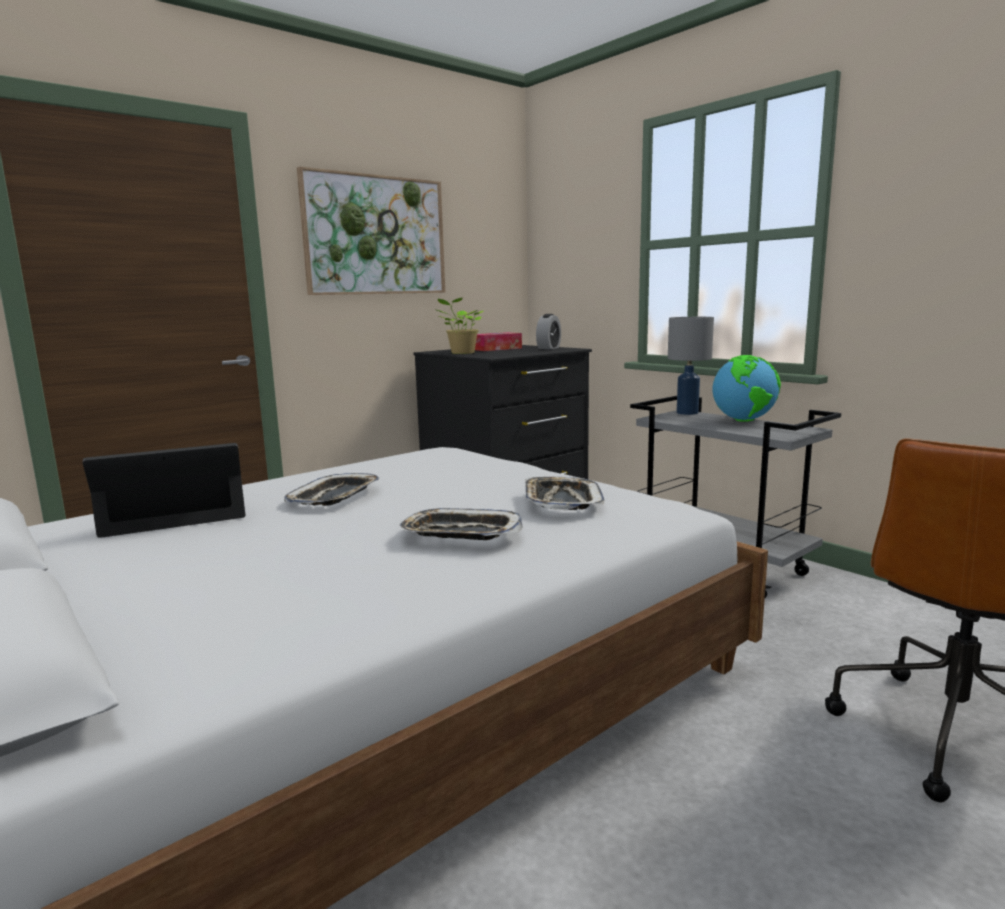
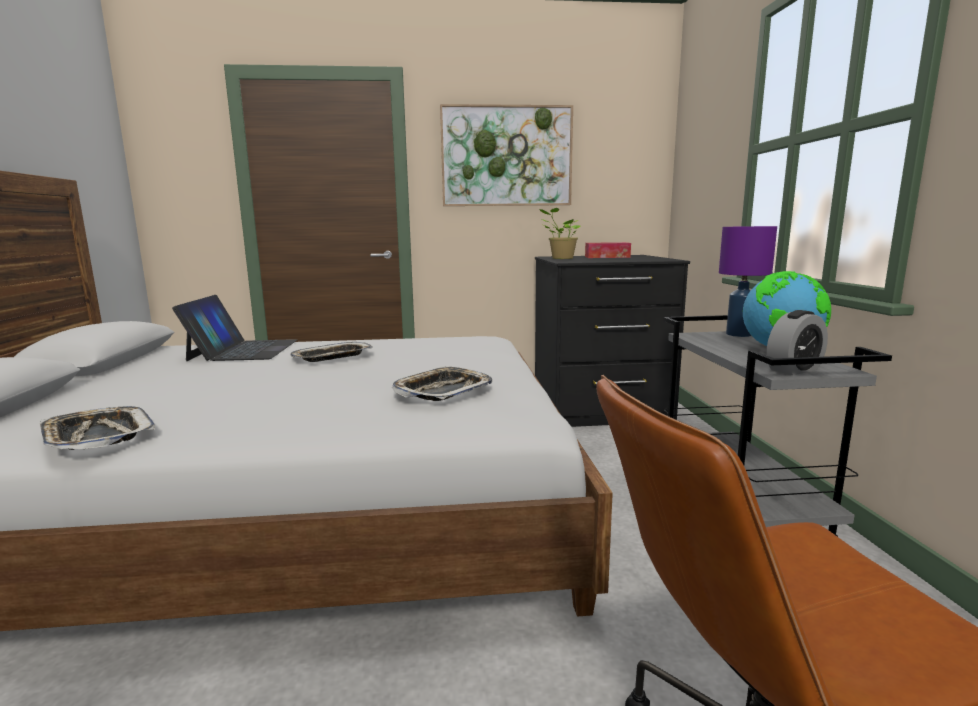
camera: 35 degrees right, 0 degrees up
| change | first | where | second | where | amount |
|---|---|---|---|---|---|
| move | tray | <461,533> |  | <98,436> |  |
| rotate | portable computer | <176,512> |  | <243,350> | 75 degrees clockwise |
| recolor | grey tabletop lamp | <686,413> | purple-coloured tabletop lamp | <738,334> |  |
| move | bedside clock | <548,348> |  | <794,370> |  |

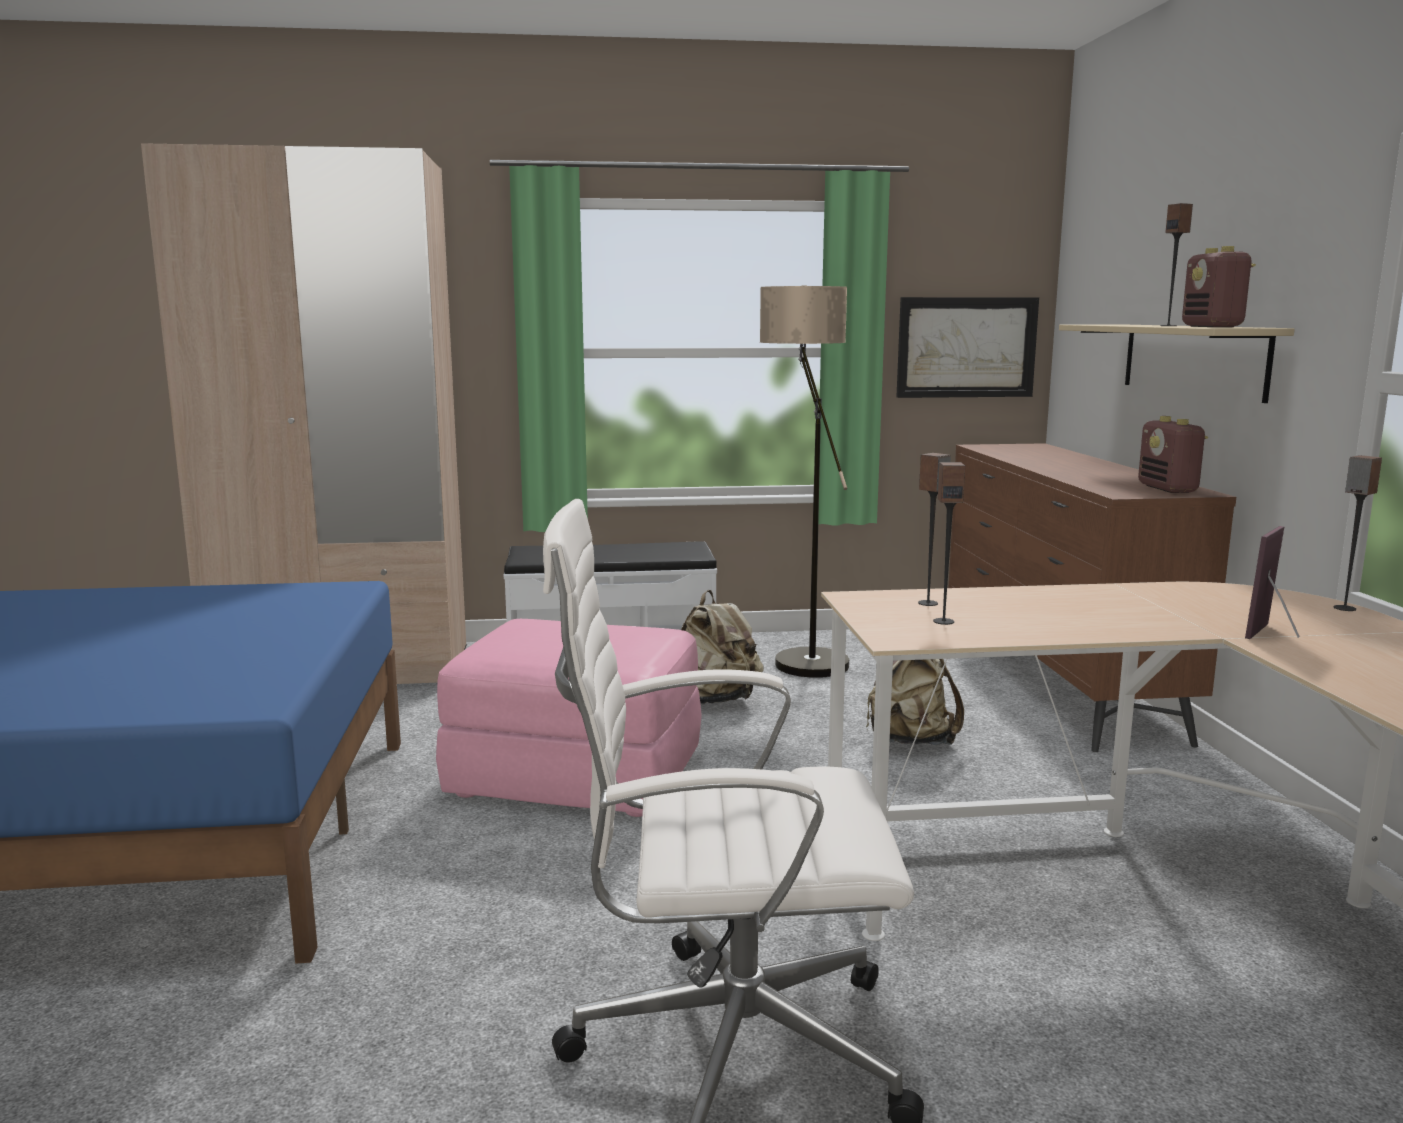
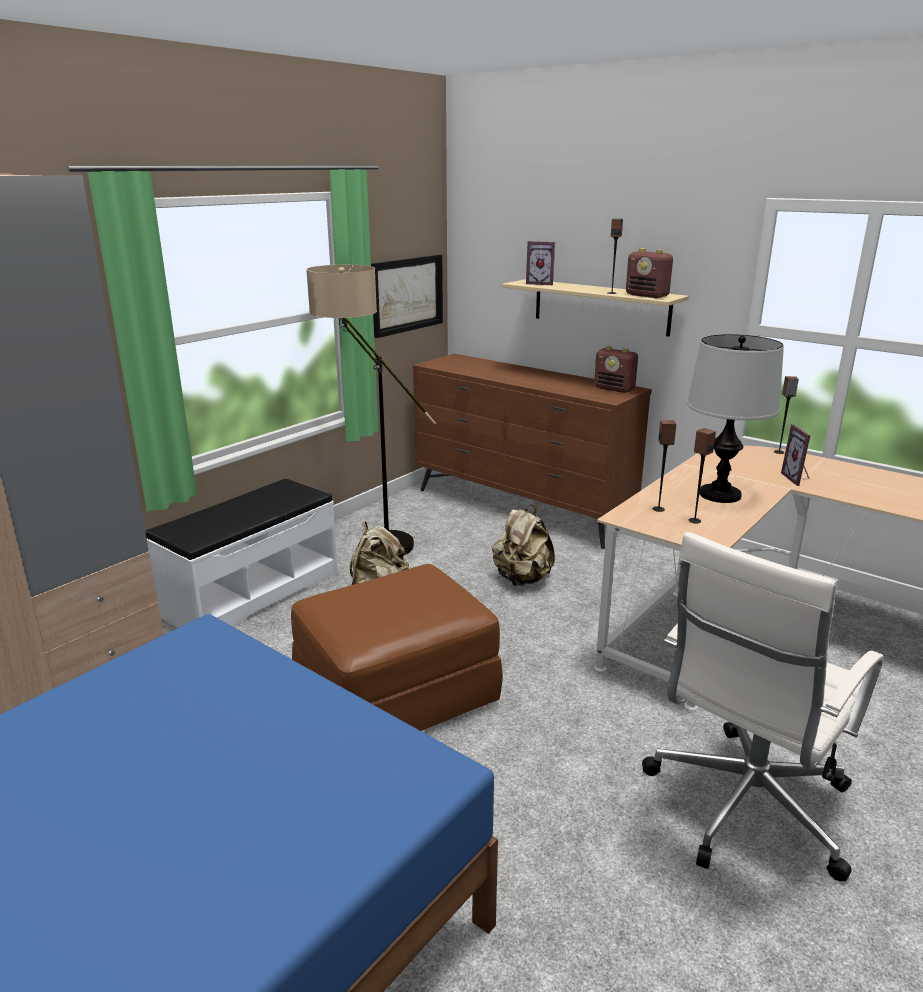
camera: 45 degrees left, 10 degrees up
| change | first | where | second | where | amount |
|---|---|---|---|---|---|
| recolor | pink pouffe | <578,774> | brownish pouffe | <397,695> |  |
| insert |  |  | standing frame | <540,283> |  |
| insert |  |  | tabletop lamp | <720,495> |  |

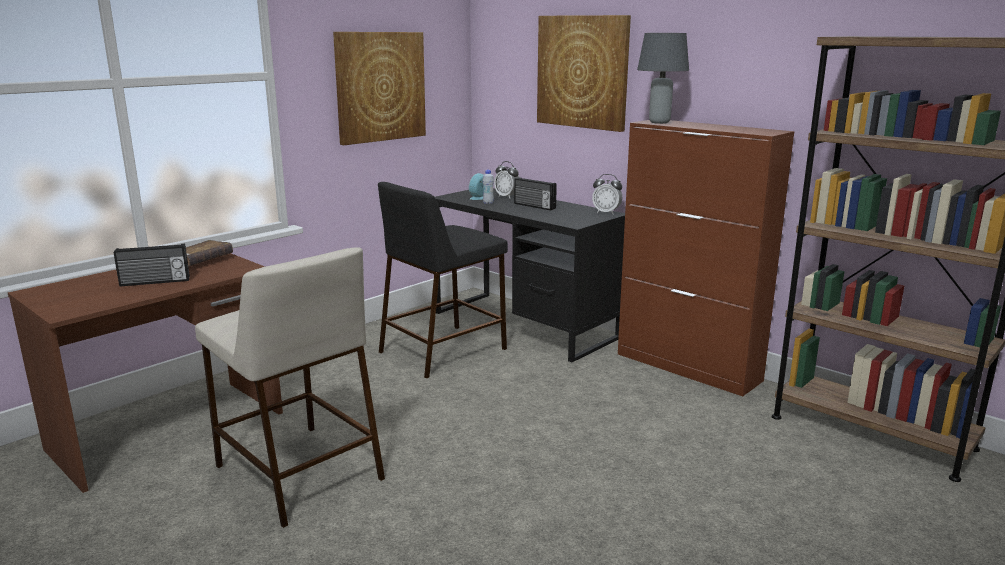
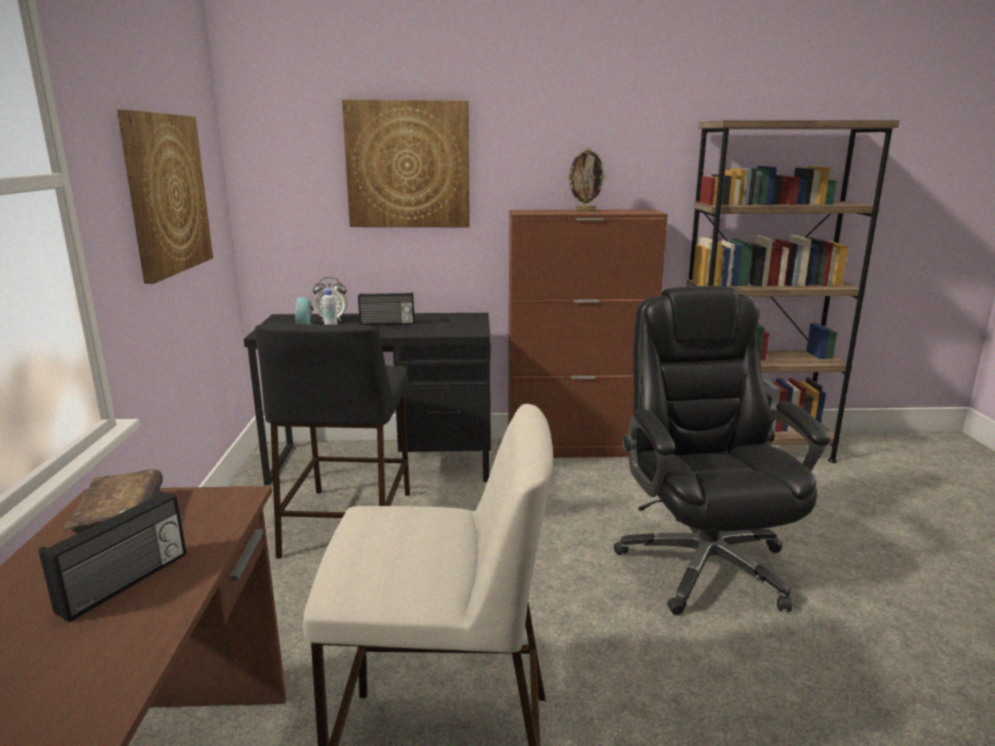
camera: 45 degrees left, 0 degrees up
| change | first | where | second | where | amount |
|---|---|---|---|---|---|
| insert |  |  | standing frame | <585,210> |  |
| insert |  |  | blackish office chair | <703,563> |  |
| delete | bedside clock | <606,212> |  |  |  |
| delete | grey tabletop lamp | <660,122> |  |  |  |

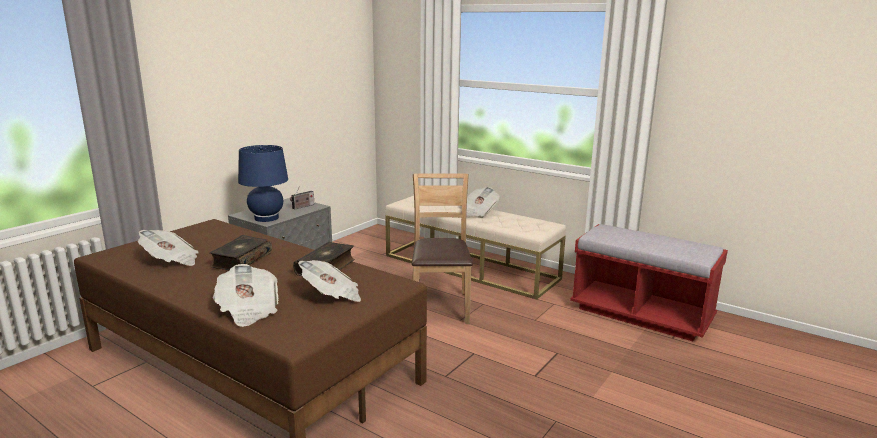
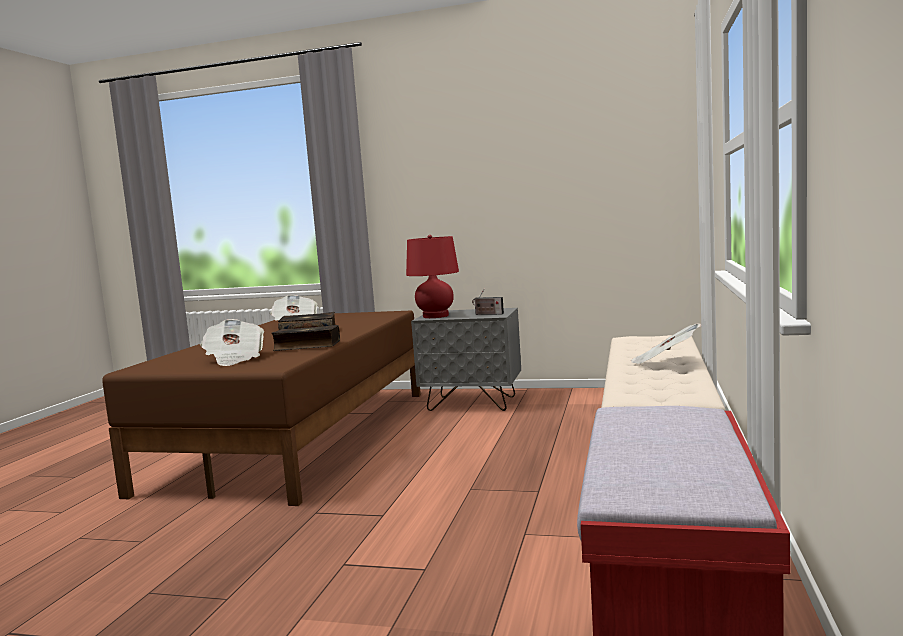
camera: 70 degrees right, 10 degrees down
| change | first | where | second | where | amount |
|---|---|---|---|---|---|
| recolor | bluish tabletop lamp | <266,218> | red tabletop lamp | <435,316> |  |
| delete | daily paper | <248,310> |  |  |  |
| delete | brownish upright chair | <440,307> |  |  |  |

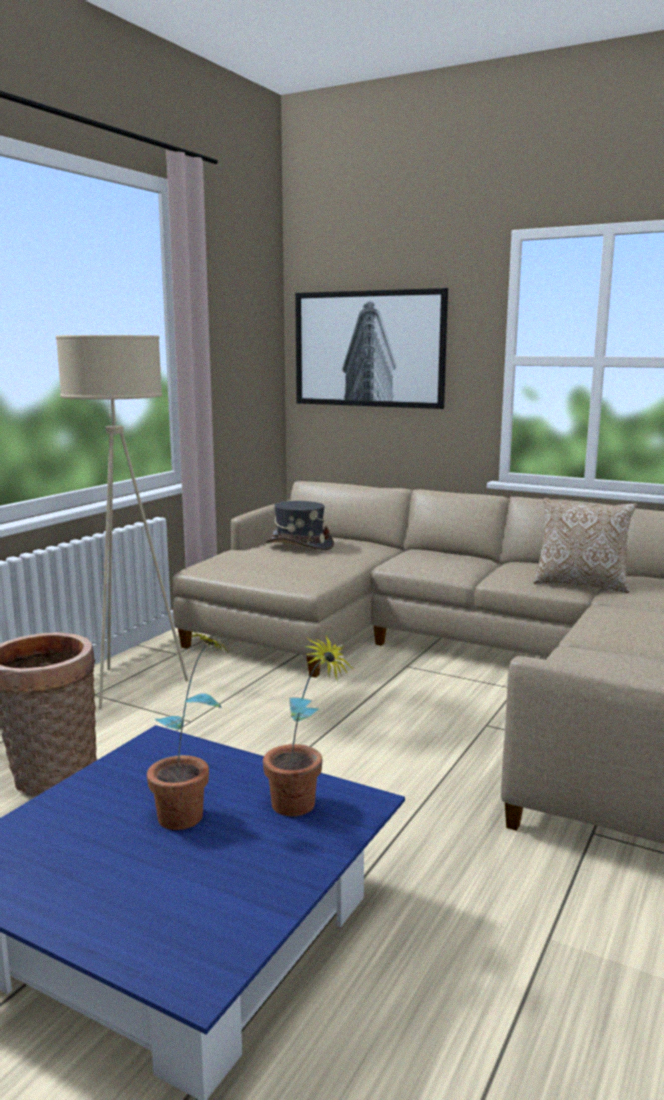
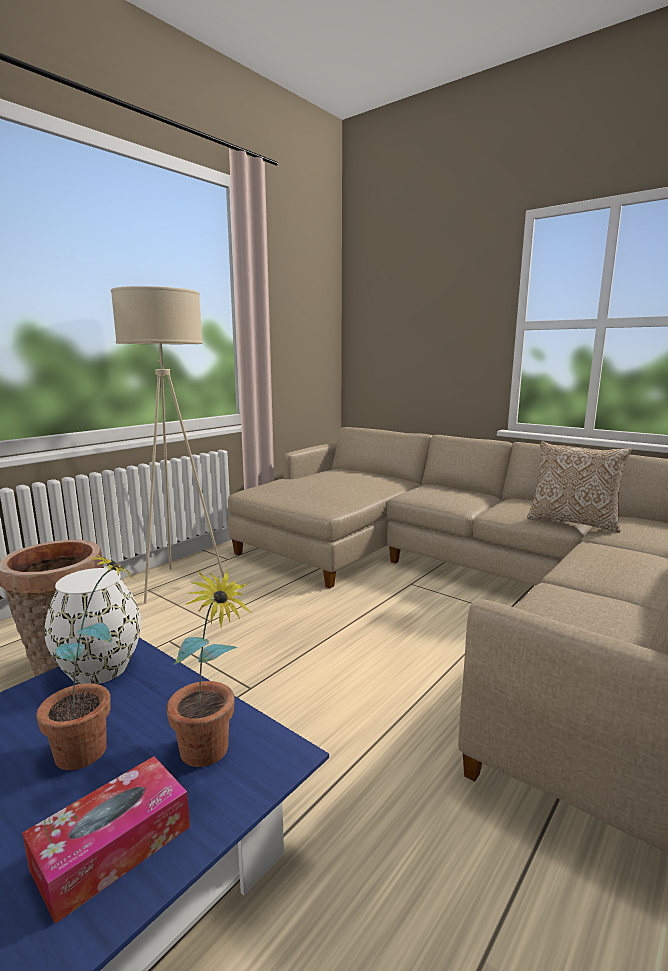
camera: 10 degrees right, 0 degrees up
| change | first | where | second | where | amount |
|---|---|---|---|---|---|
| insert |  |  | tissue holder | <113,847> |  |
| insert |  |  | whitish flower vase | <100,668> |  |
| delete | grey hat | <299,545> |  |  |  |
| delete | wall art | <369,349> |  |  |  |

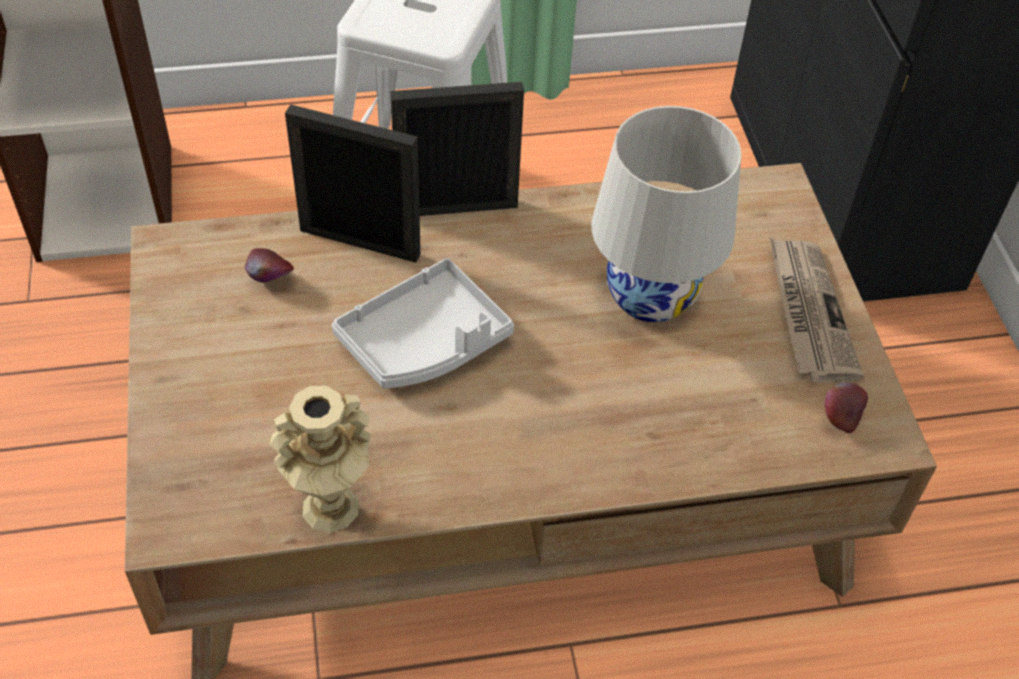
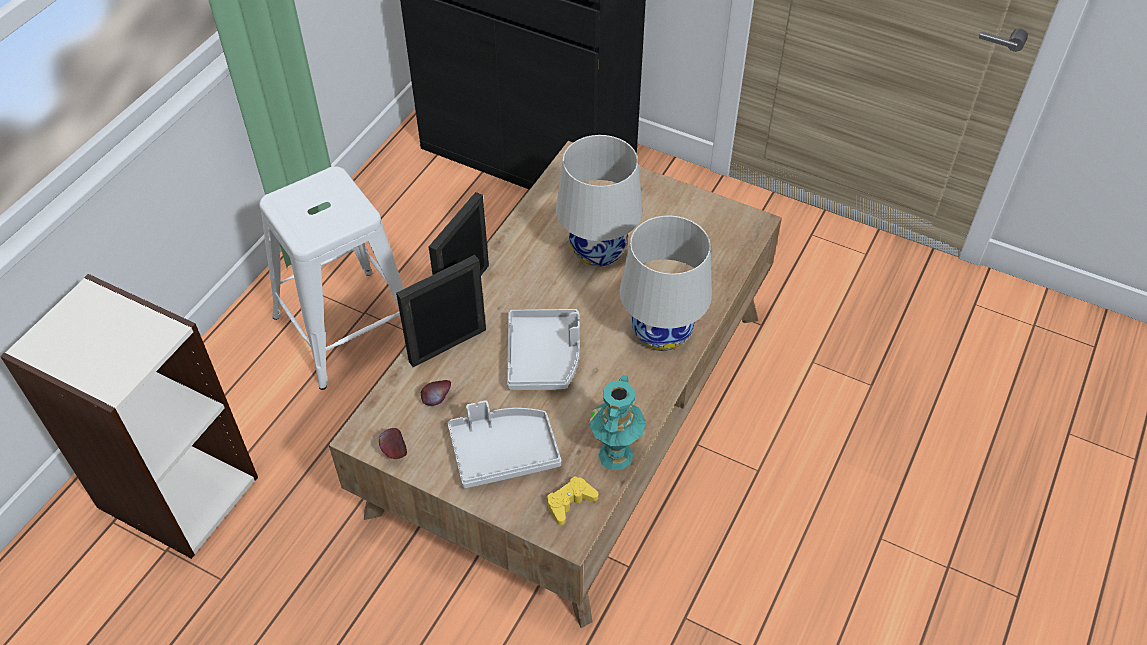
camera: 50 degrees left, 0 degrees up
| change | first | where | second | where | amount |
|---|---|---|---|---|---|
| move | apple fruit | <839,418> |  | <394,452> |  |
| insert |  |  | grey tray | <503,452> |  |
| insert |  |  | yellow game controller | <570,503> |  |
| recolor | beige-coloured flower vase | <330,509> | blue-green flower vase | <616,455> |  |
| insert |  |  | whitish tabletop lamp | <661,332> |  |
| delete | daily paper | <808,312> |  |  |  |

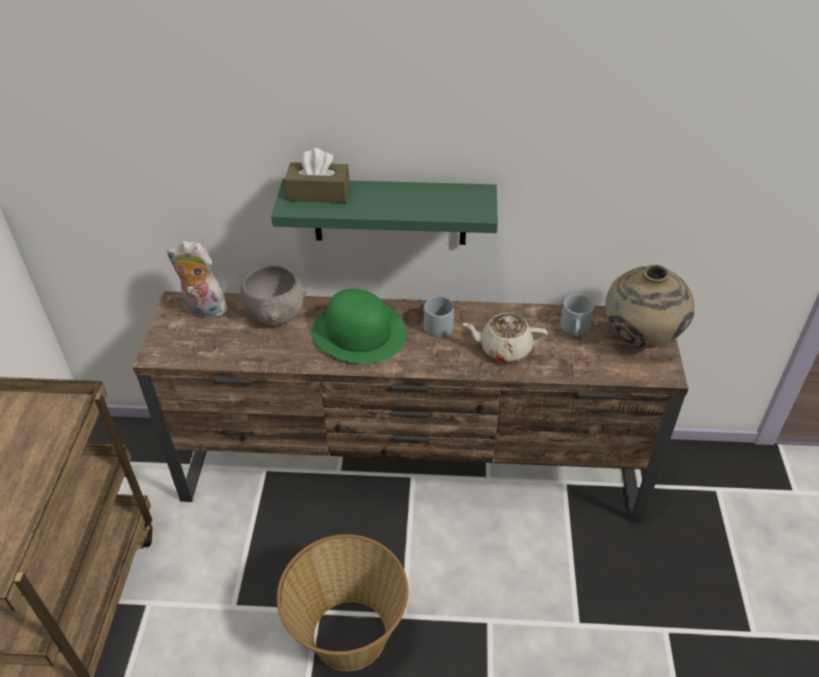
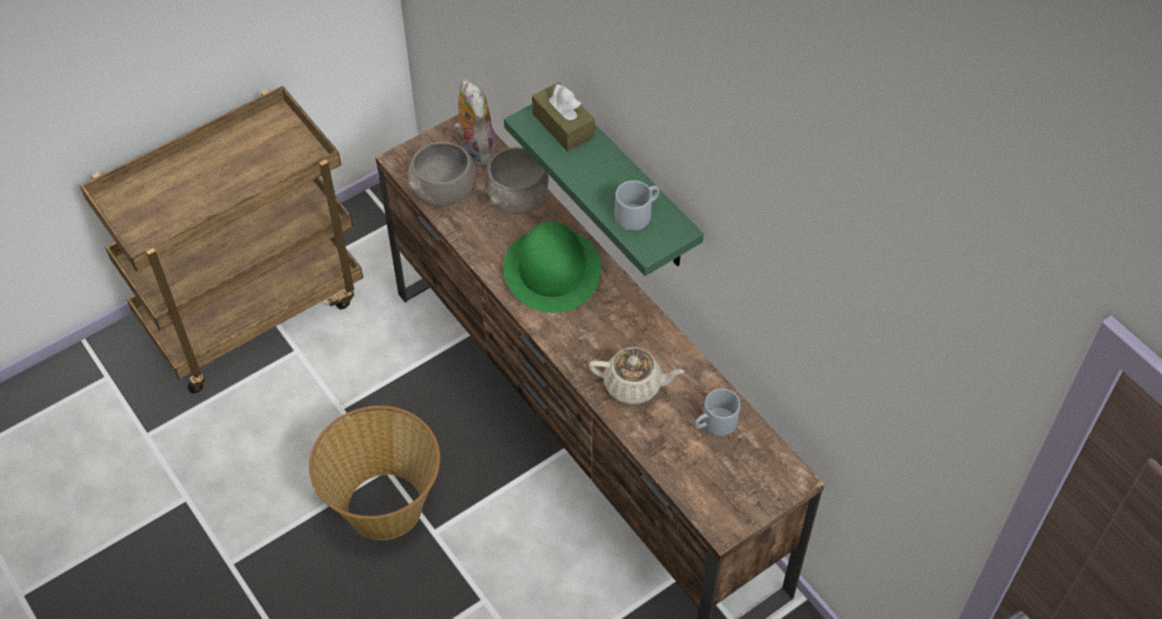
camera: 50 degrees right, 10 degrees up
| change | first | where | second | where | amount |
|---|---|---|---|---|---|
| insert |  |  | grey deep dish | <443,192> |  |
| rotate | beige-coloured tea pot | <504,349> |  | <634,385> | 135 degrees clockwise |
| move | grey coffee mug | <438,323> |  | <637,213> |  |
| delete | beige-coloured flower vase | <640,340> |  |  |  |

